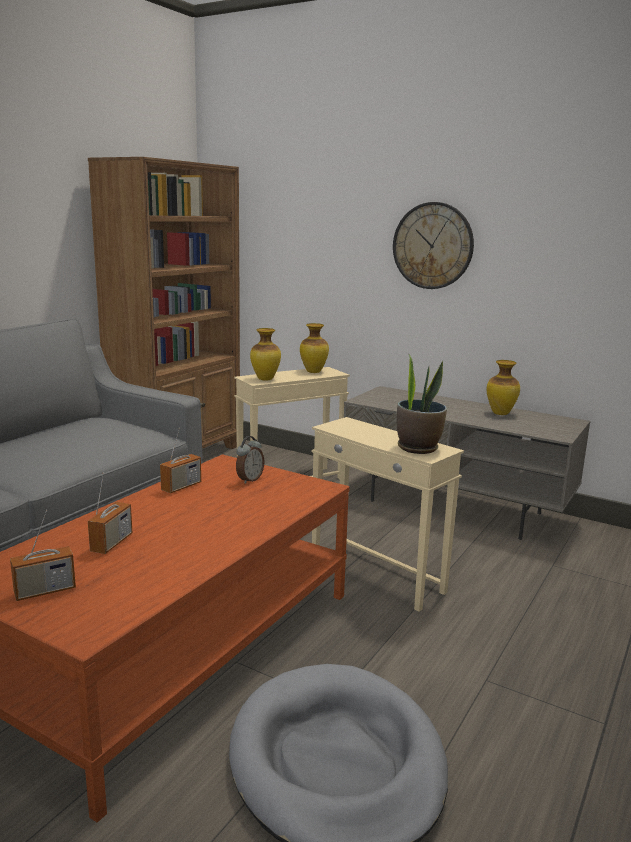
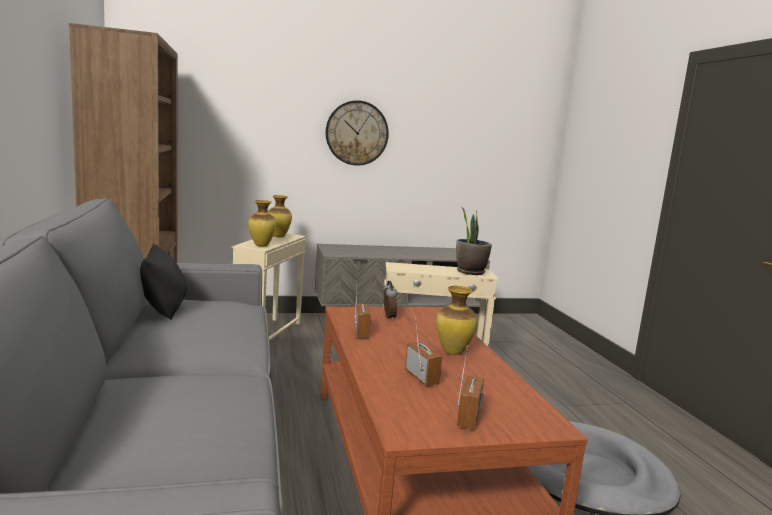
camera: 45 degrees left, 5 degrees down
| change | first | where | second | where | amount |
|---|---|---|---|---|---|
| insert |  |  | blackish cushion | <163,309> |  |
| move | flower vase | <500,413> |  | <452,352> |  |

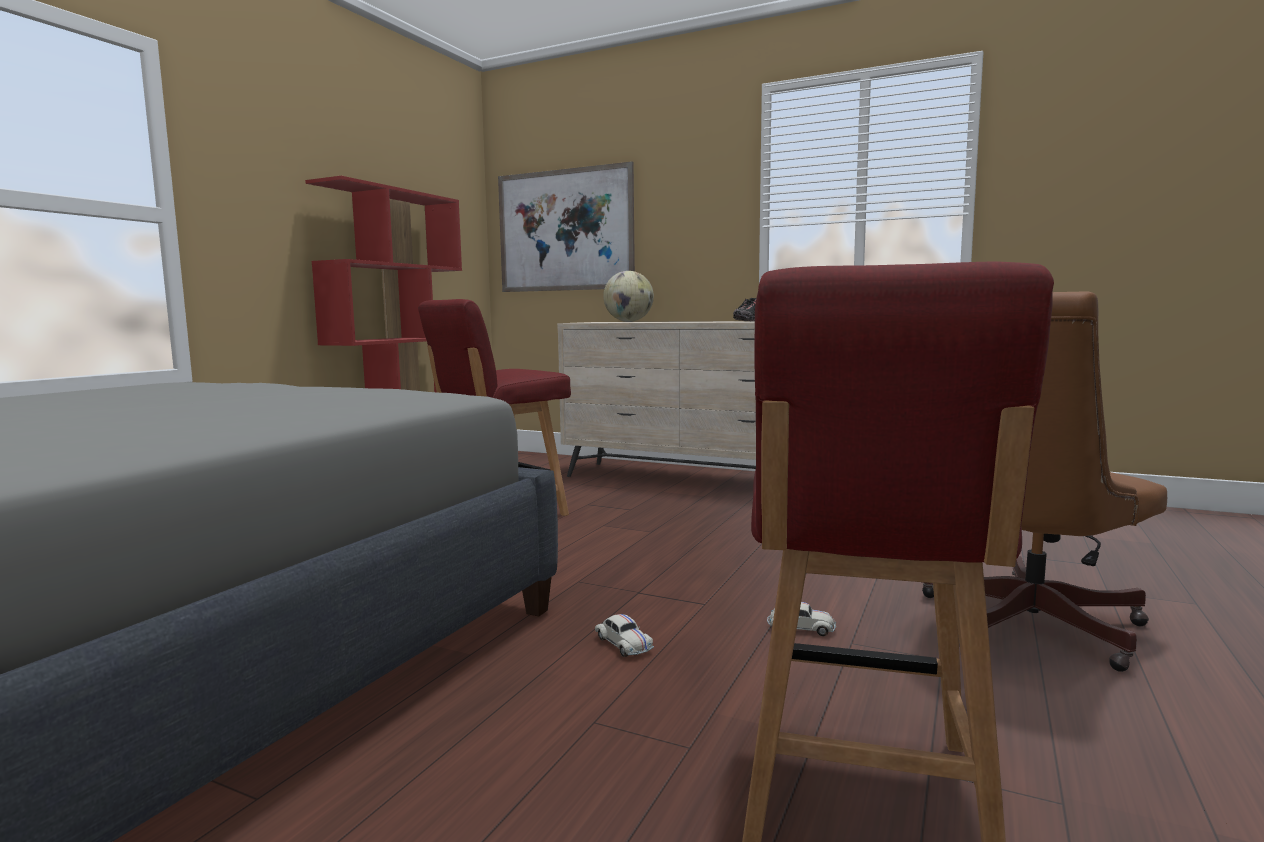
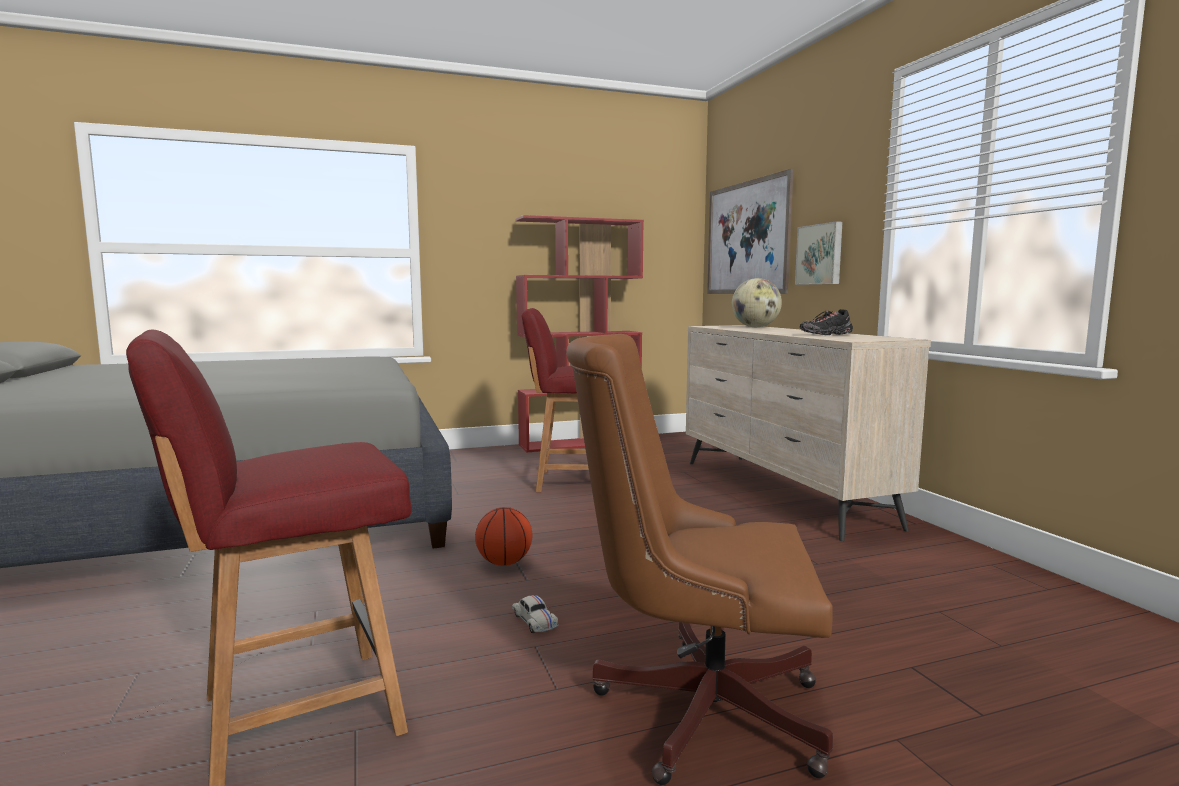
camera: 45 degrees right, 0 degrees up
| change | first | where | second | where | amount |
|---|---|---|---|---|---|
| insert |  |  | basketball ball | <504,563> |  |
| insert |  |  | wall art | <820,254> |  |
| delete | whitish model car | <623,644> |  |  |  |

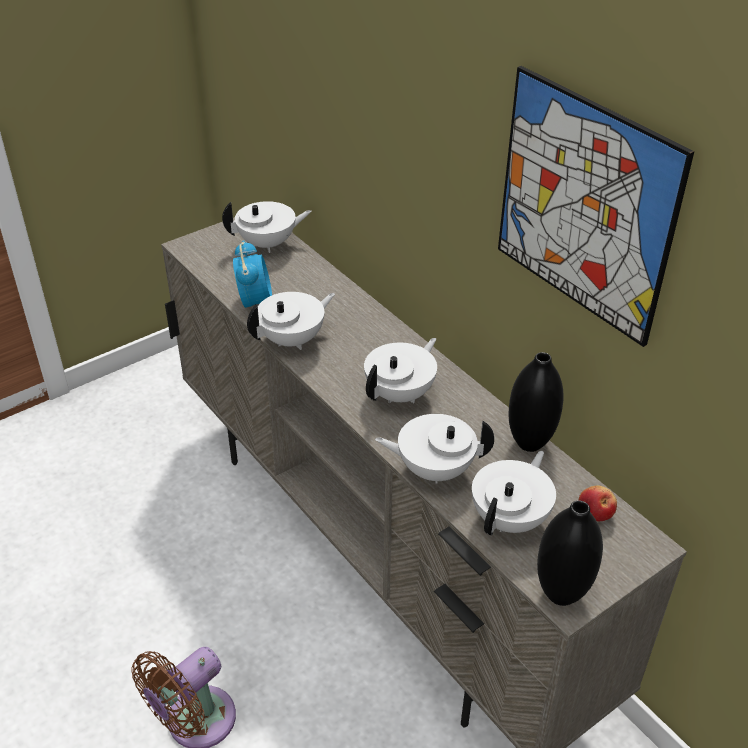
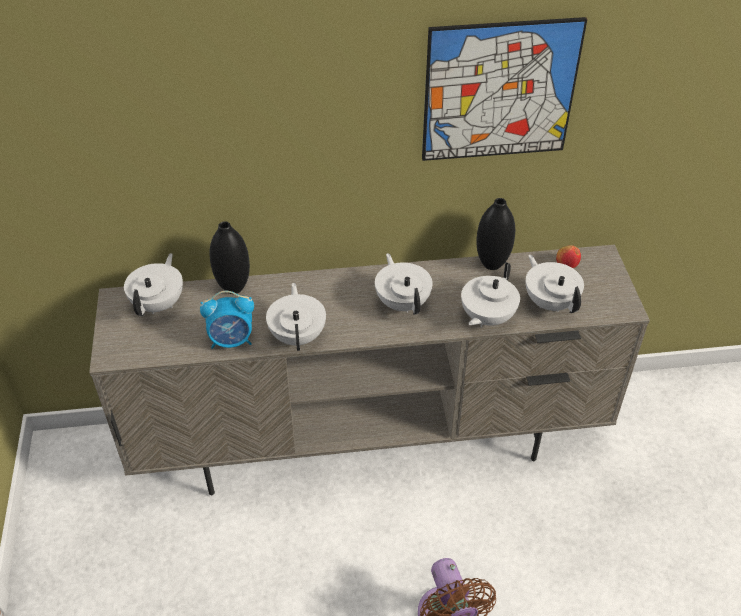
camera: 60 degrees left, 5 degrees up
| change | first | where | second | where | amount |
|---|---|---|---|---|---|
| rotate | bedside clock | <255,302> |  | <232,340> | 150 degrees clockwise |
| move | blackish flower vase | <561,594> |  | <234,288> |  |

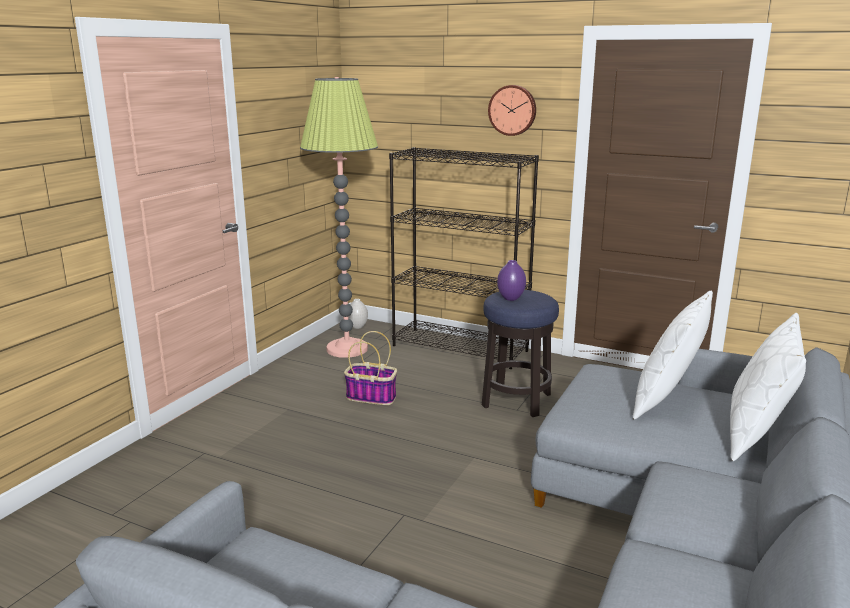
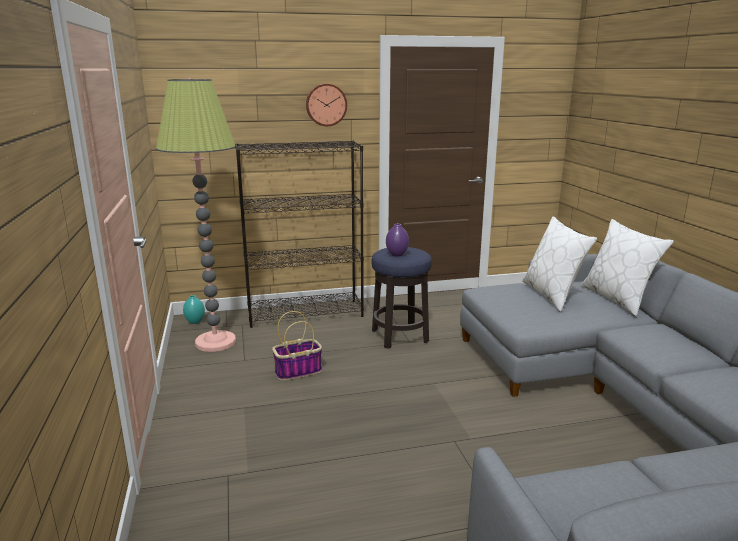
camera: 40 degrees left, 0 degrees up
| change | first | where | second | where | amount |
|---|---|---|---|---|---|
| recolor | whitish flower vase | <357,327> | blue-green flower vase | <195,322> |  |

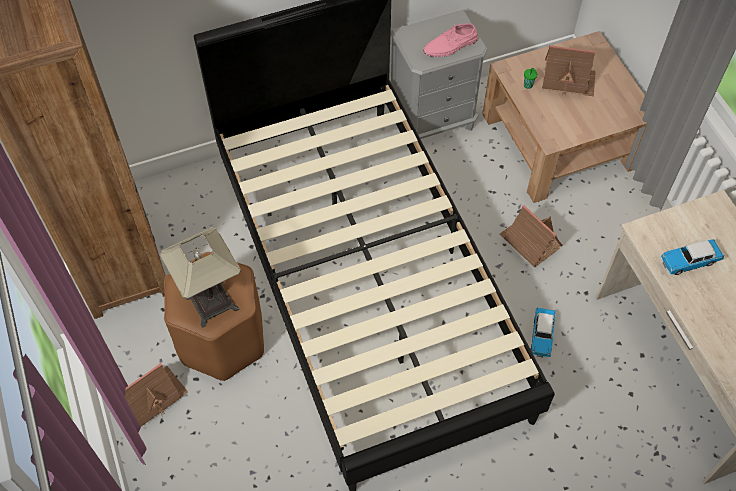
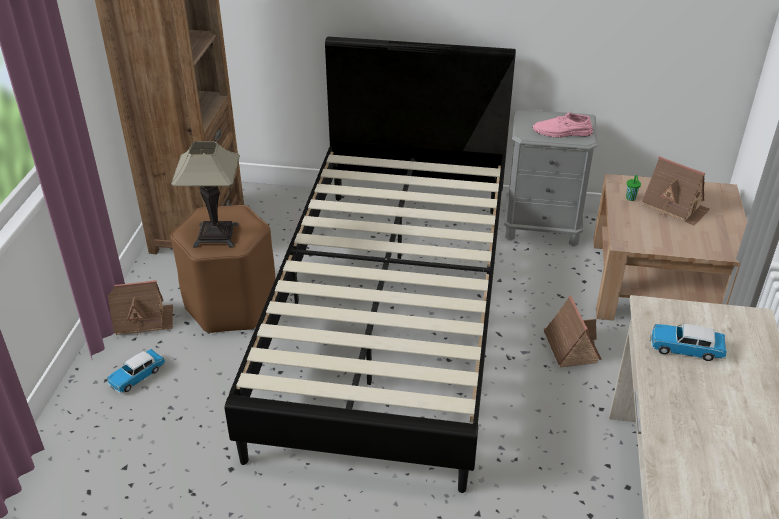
camera: 30 degrees right, 20 degrees down
| change | first | where | second | where | amount |
|---|---|---|---|---|---|
| move | model car | <542,335> |  | <137,376> |  |

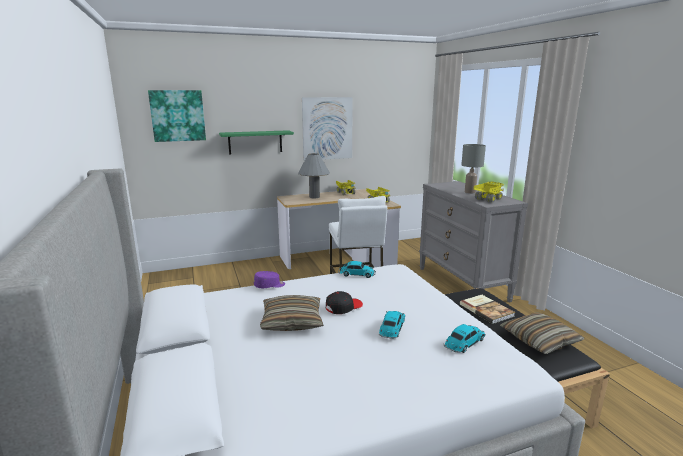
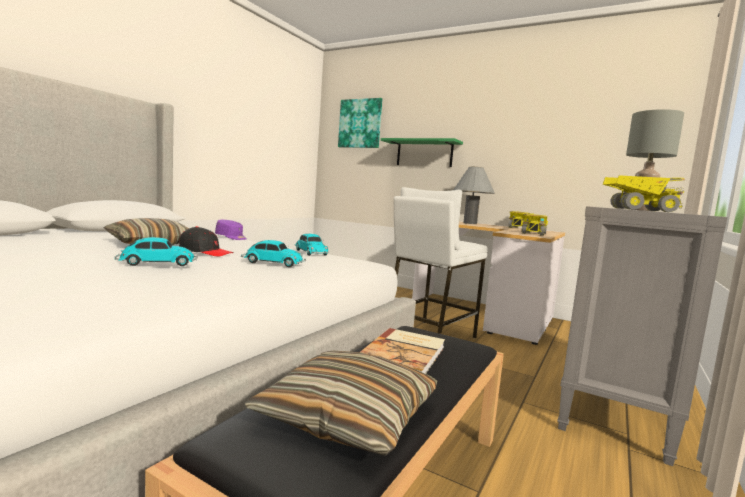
camera: 50 degrees right, 10 degrees down
| change | first | where | second | where | amount |
|---|---|---|---|---|---|
| move | model car | <464,343> |  | <272,263> |  |
| delete | wall art | <327,128> |  |  |  |

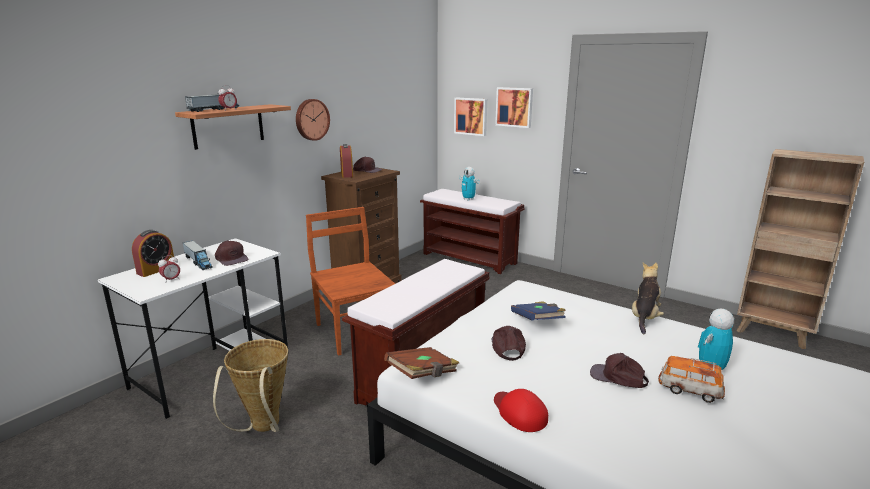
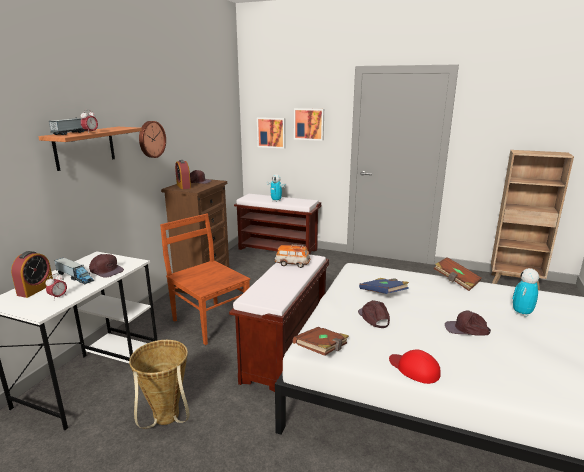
camera: 15 degrees left, 0 degrees up
| change | first | where | second | where | amount |
|---|---|---|---|---|---|
| move | model car | <689,390> |  | <292,264> |  |
| replace | cuddly toy | <644,318> | brownish book | <456,281> |  |

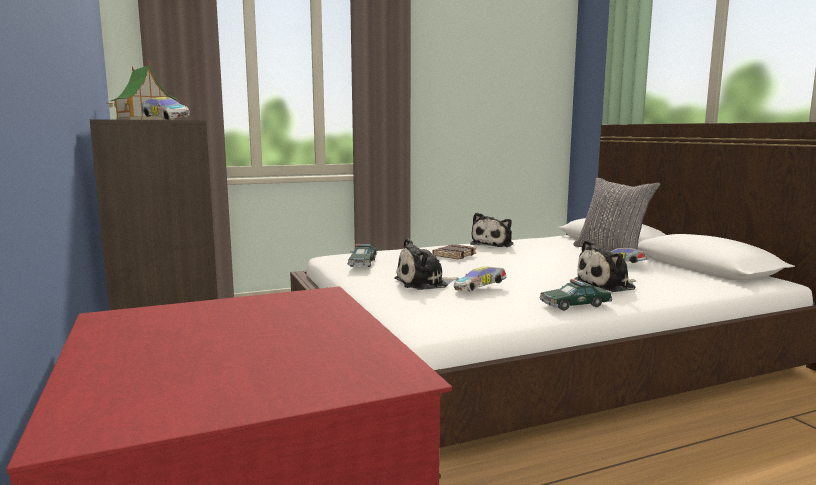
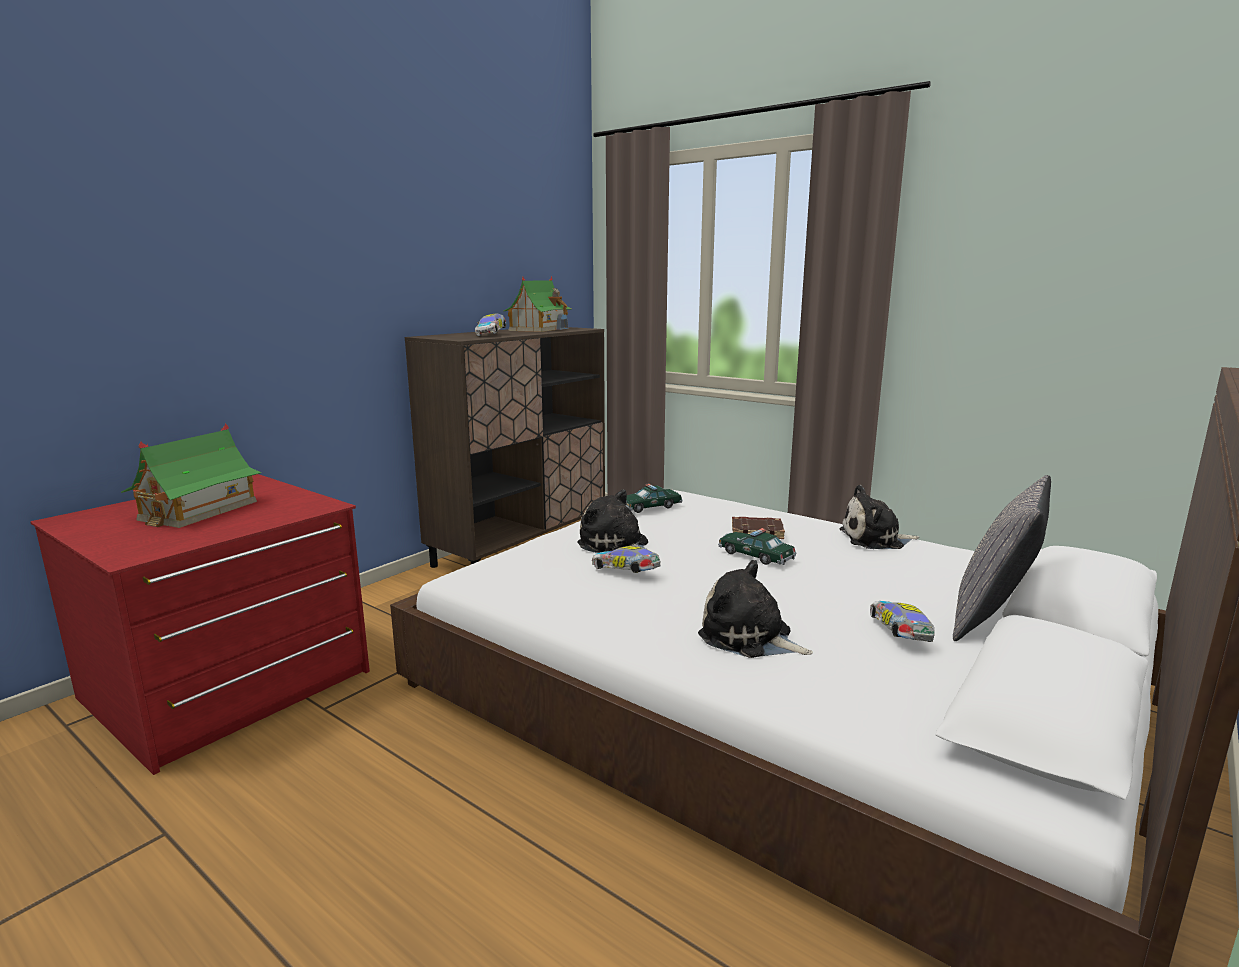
camera: 60 degrees right, 5 degrees up
| change | first | where | second | where | amount |
|---|---|---|---|---|---|
| insert |  |  | miniature house | <198,510> |  |
| move | model car | <575,305> |  | <755,556> |  |

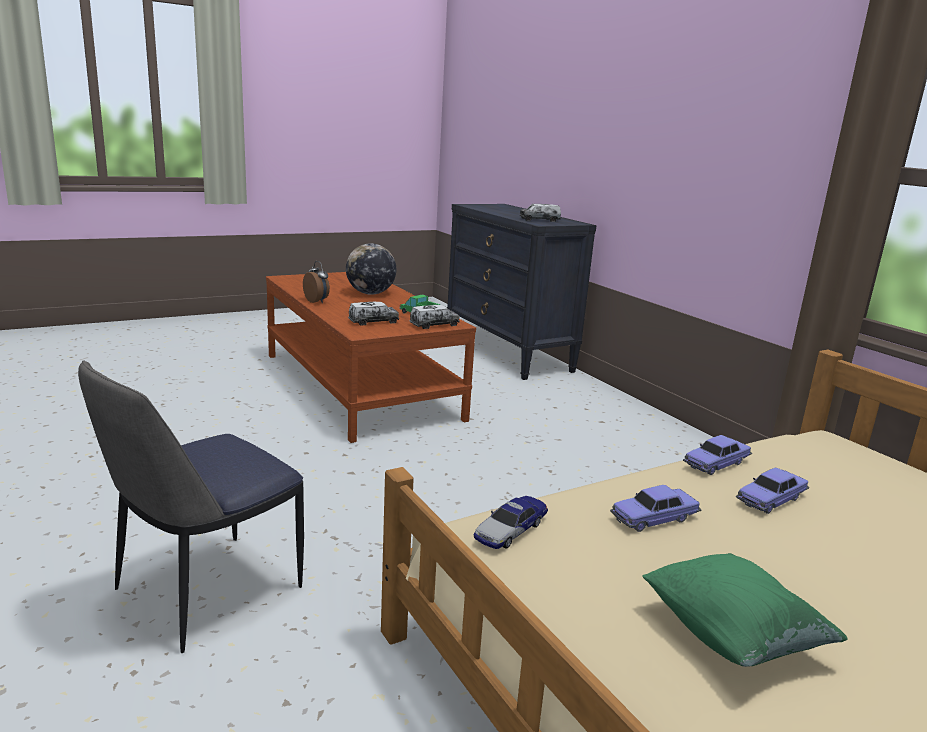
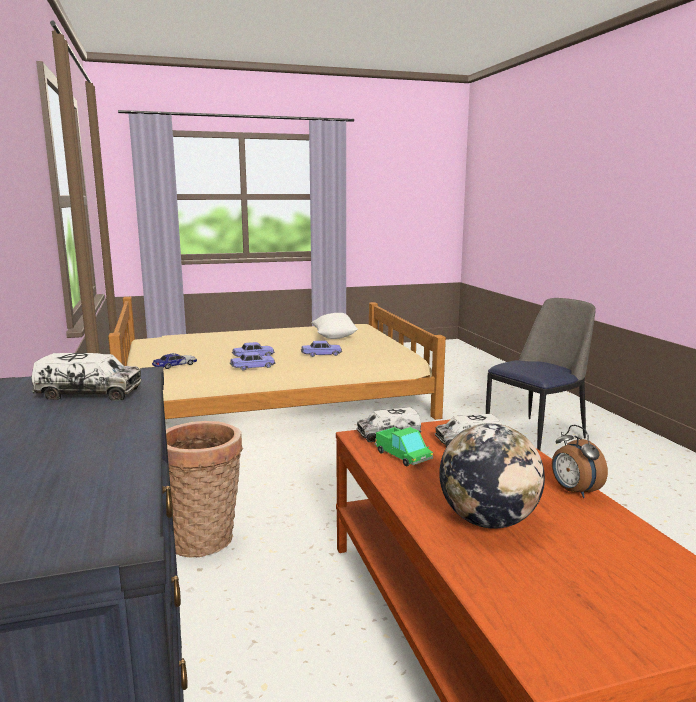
camera: 165 degrees left, 5 degrees down
| change | first | where | second | where | amount |
|---|---|---|---|---|---|
| move | model car | <510,530> |  | <175,365> |  |
| insert |  |  | storage basket | <206,539> |  |
| recolor | green cushion | <731,636> | whitish cushion | <334,337> |  |

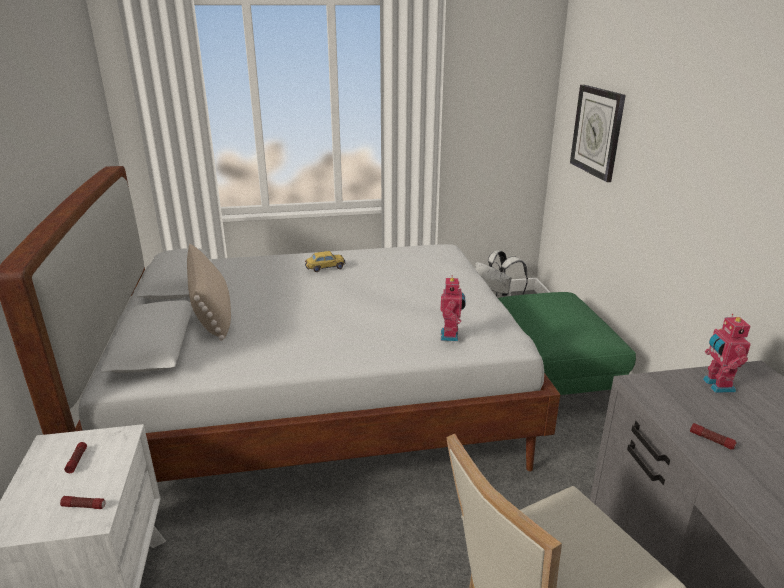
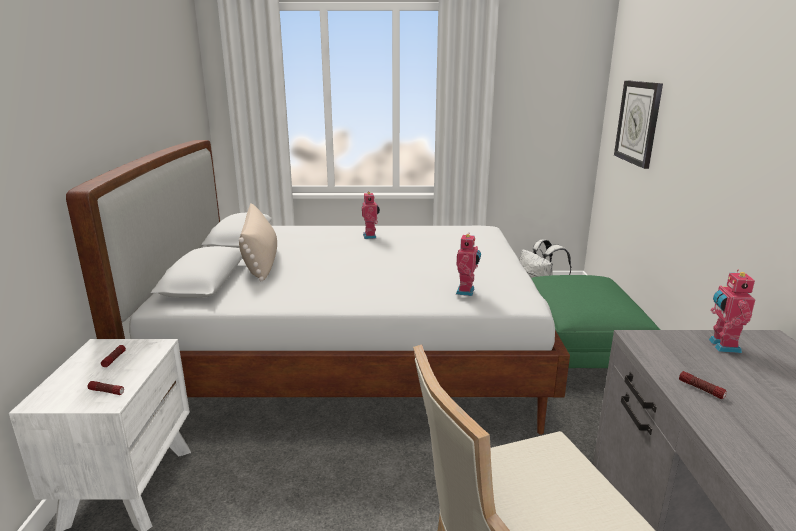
camera: 10 degrees right, 5 degrees down
| change | first | where | second | where | amount |
|---|---|---|---|---|---|
| replace | model car | <325,268> | model robot | <371,236> |  |

